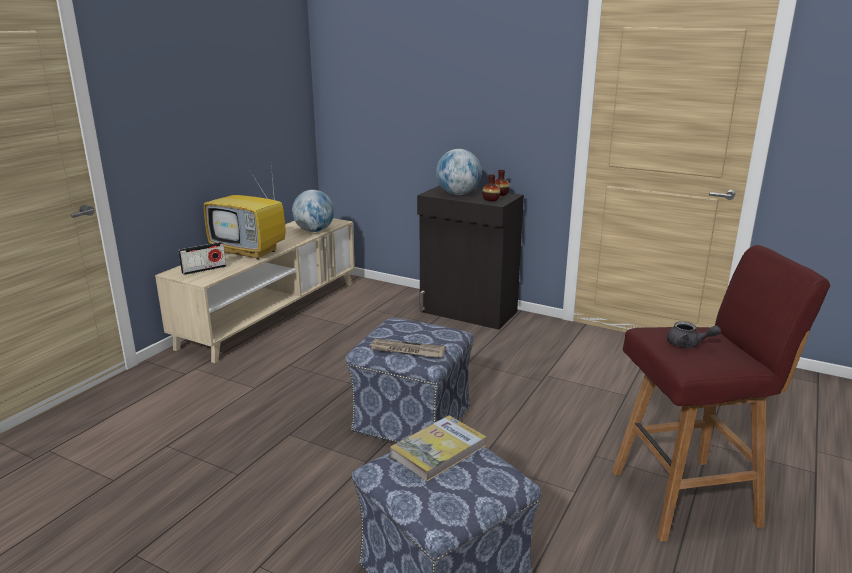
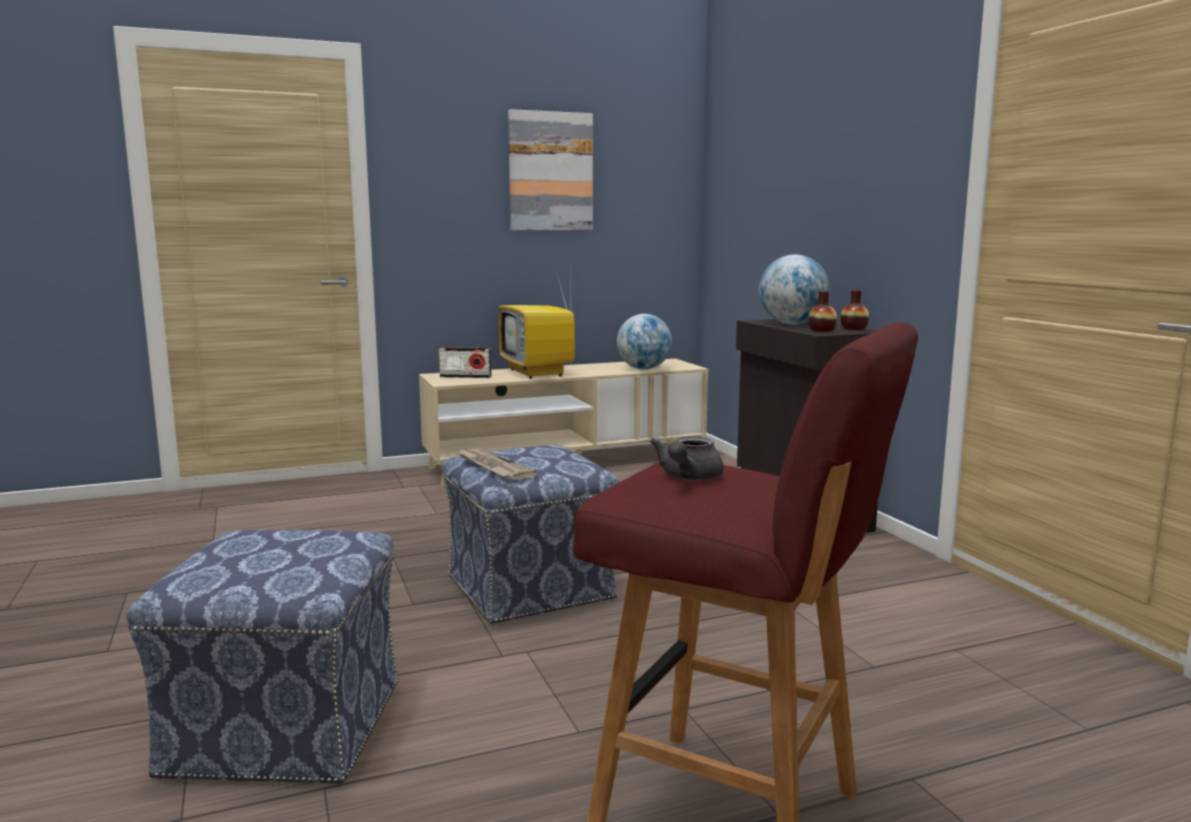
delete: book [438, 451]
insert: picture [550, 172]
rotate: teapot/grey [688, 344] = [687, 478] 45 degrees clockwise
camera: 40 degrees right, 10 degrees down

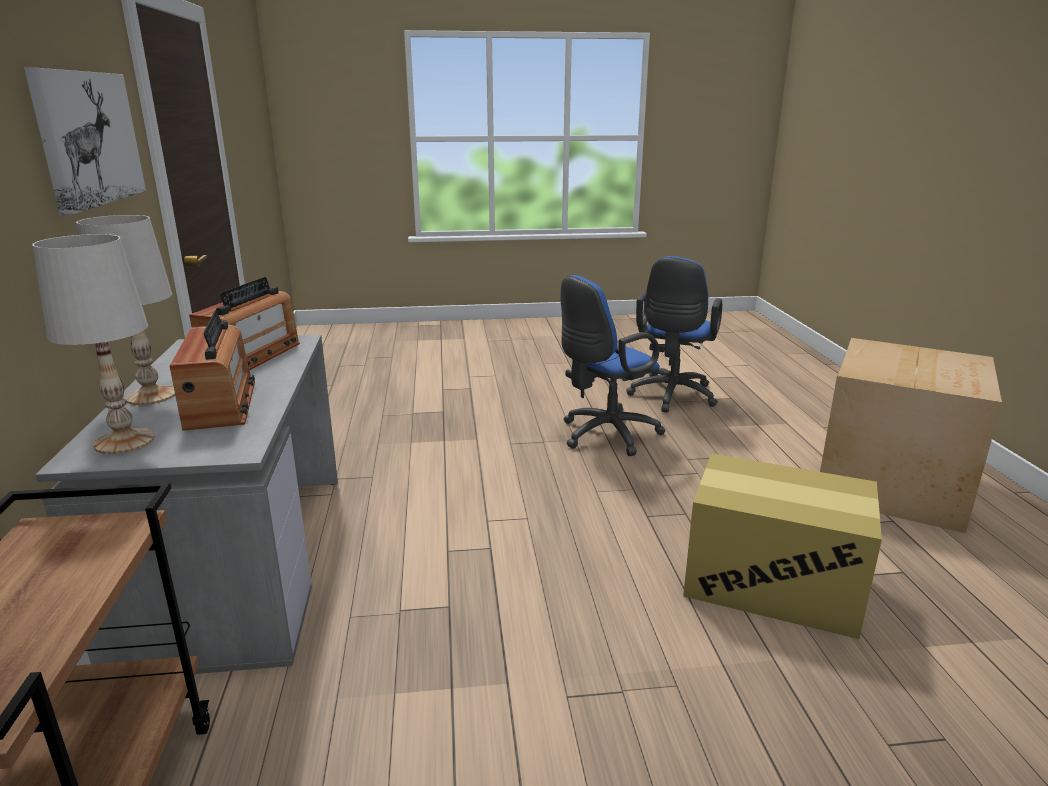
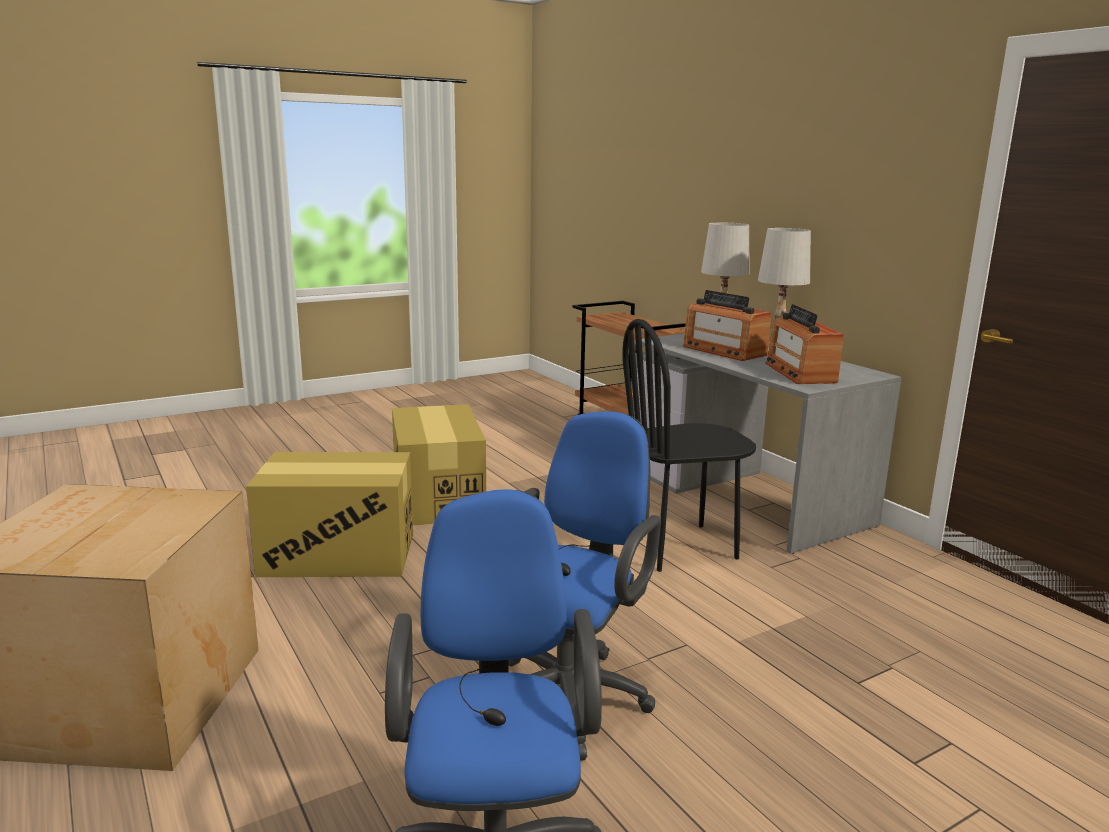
delete: picture [87, 138]
insert: cardboard box [438, 498]; chair/black [680, 546]
camera: 155 degrees right, 5 degrees down

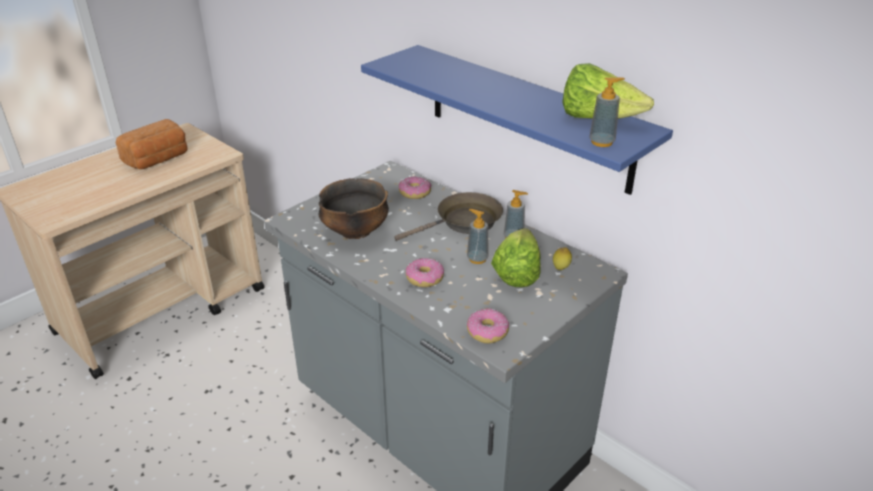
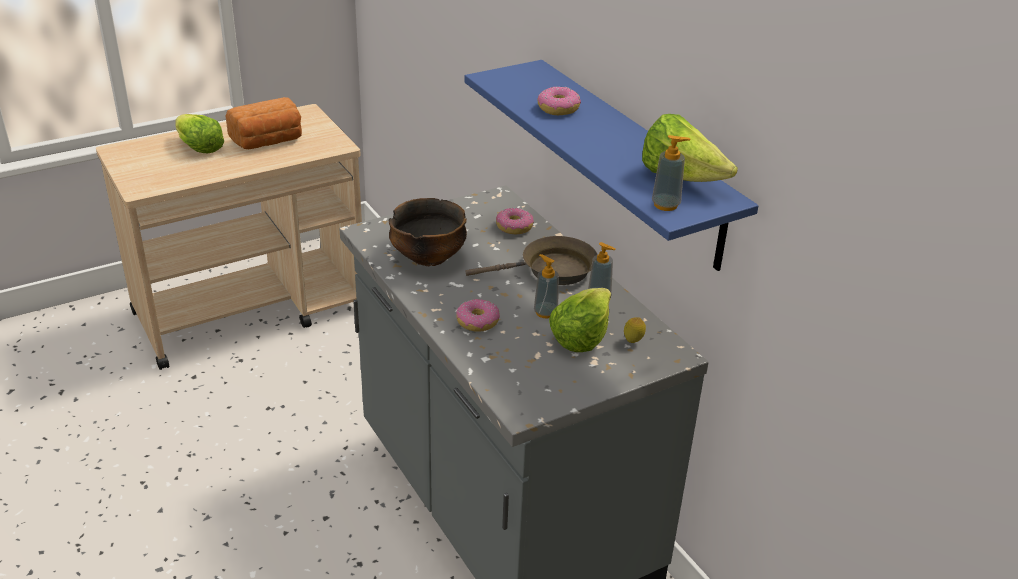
insert: lettuce [199, 147]
move: donut [487, 331] to [558, 108]
camera: 15 degrees right, 0 degrees up

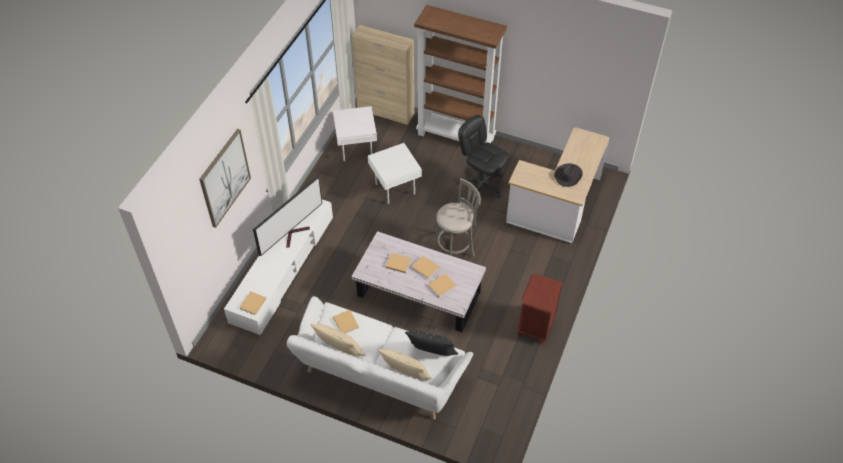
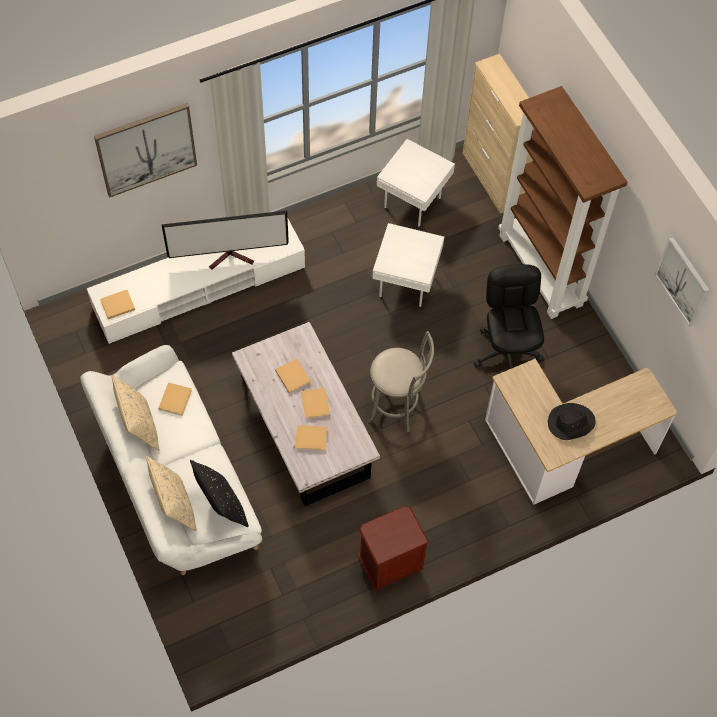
insert: picture [683, 281]
camera: 40 degrees right, 10 degrees up

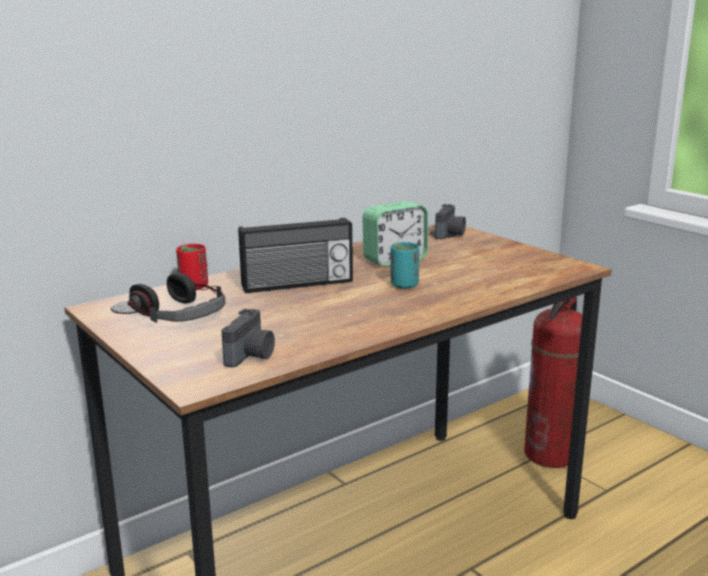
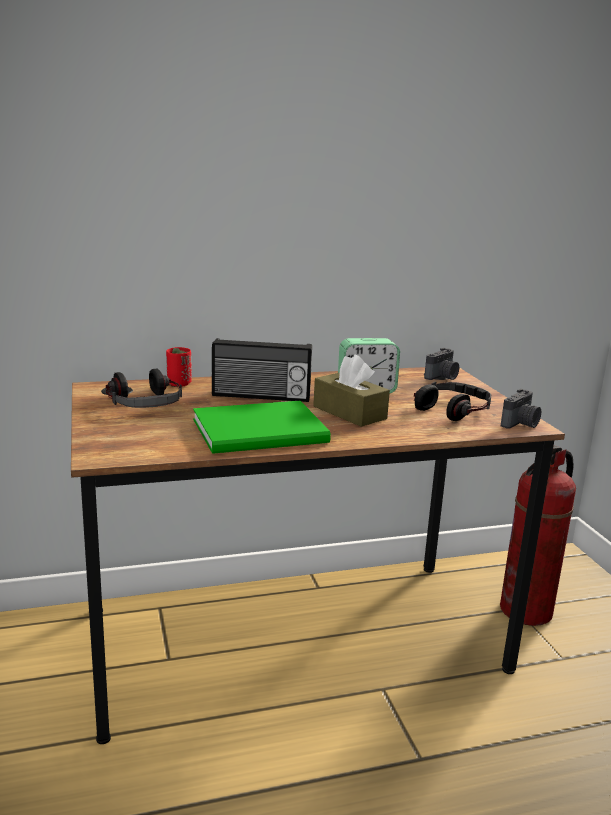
insert: book/green [264, 432]; headphones [451, 409]
move: photo camera [251, 356] to [521, 424]
replace: cup/turquoise [404, 285] to tissue box/brown [349, 412]
camera: 20 degrees right, 0 degrees up

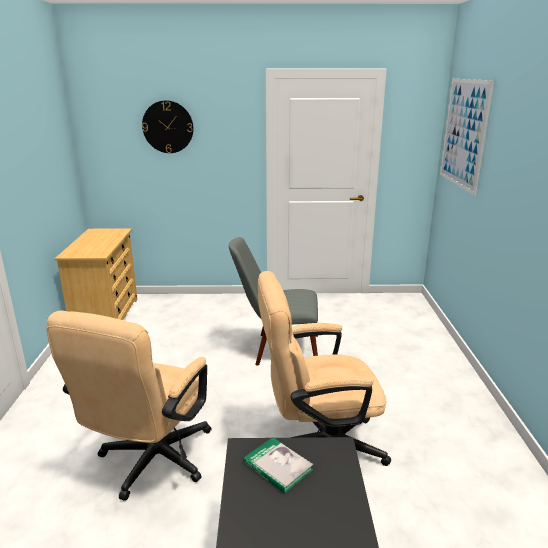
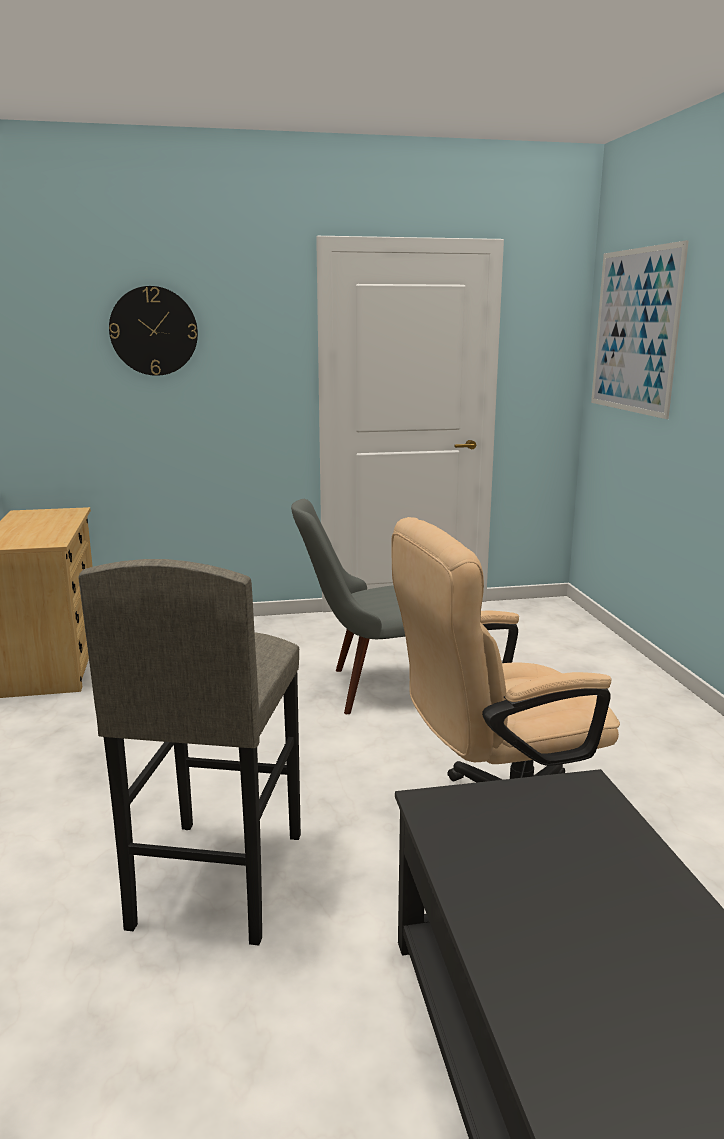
delete: book [278, 466]
replace: office chair/beige [150, 464] to stool/grey [216, 879]
camera: 10 degrees left, 5 degrees down

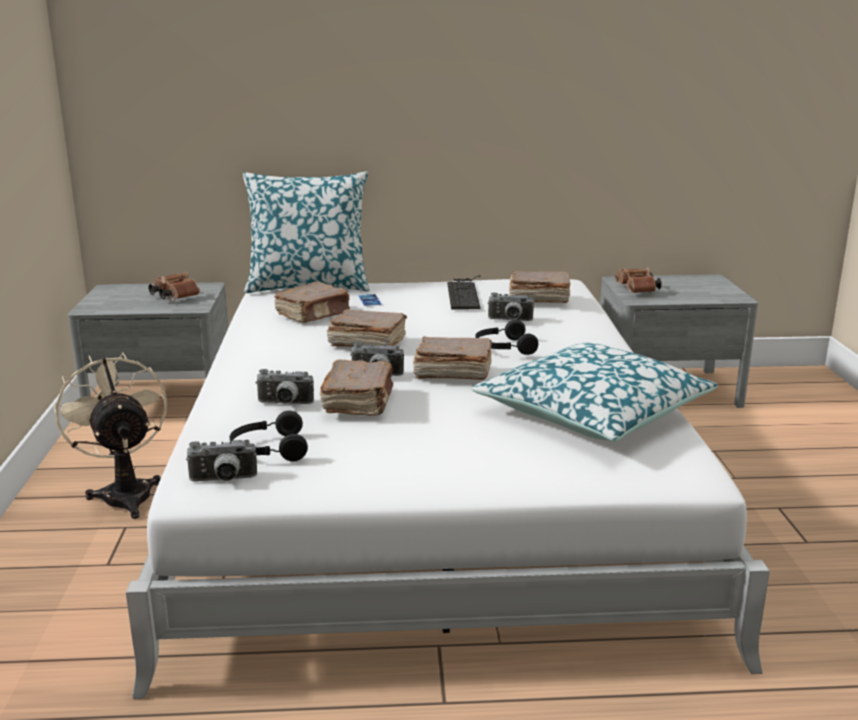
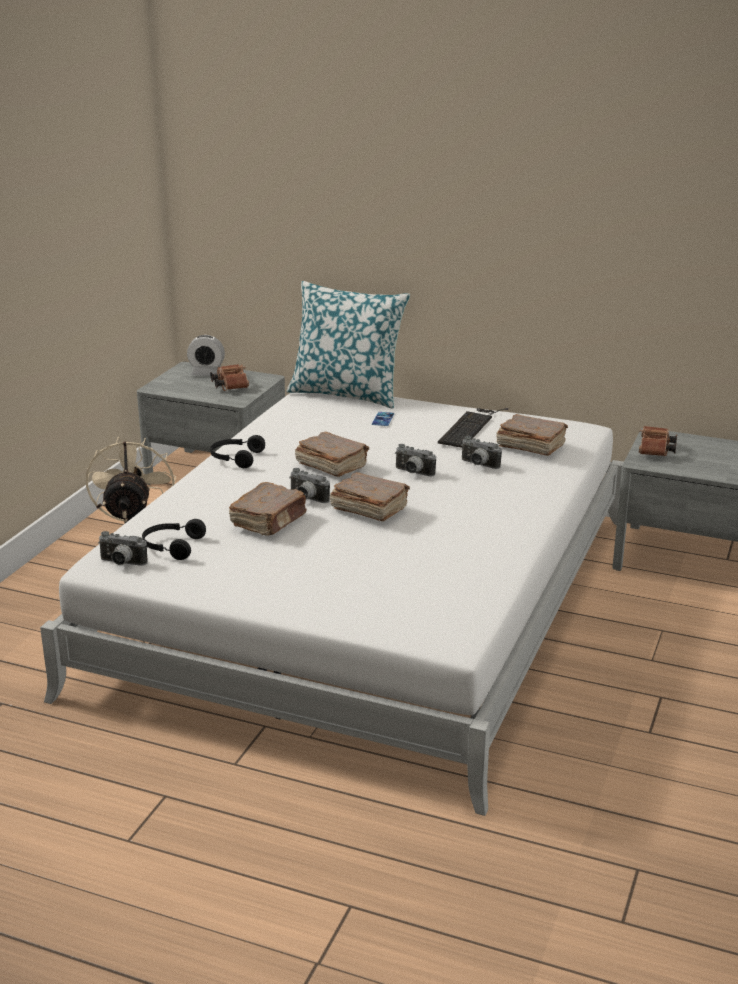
delete: book/brown [314, 314]; pillow [592, 413]
insert: alarm clock [207, 374]
move: photo camera [284, 404] to [413, 473]; headphones/black [503, 348] to [235, 458]
camera: 25 degrees right, 5 degrees up

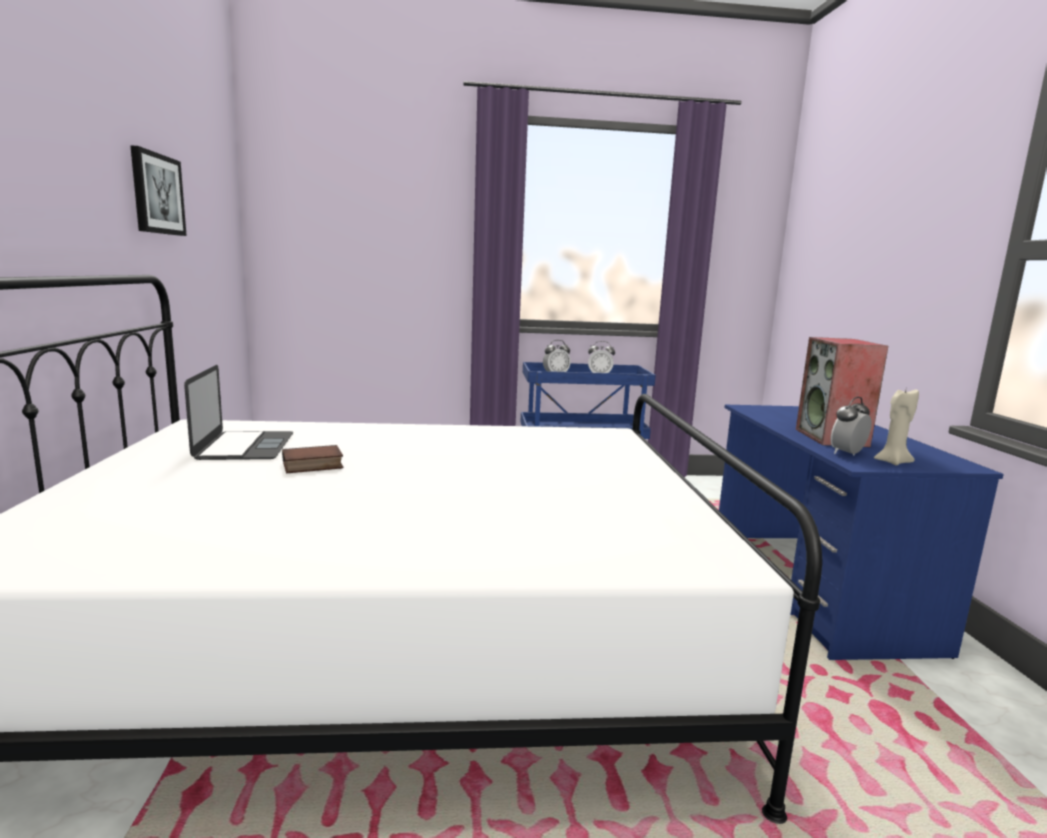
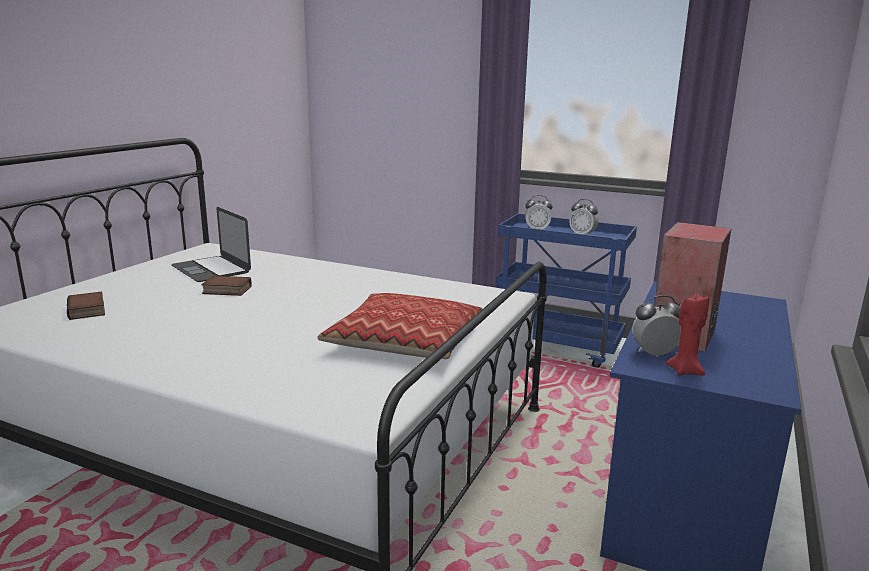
delete: picture [157, 194]
insert: book [88, 310]; pillow [404, 341]
recolor: candle/beige [892, 462] to candle/red [685, 371]
rotate: laptop [245, 446] = [211, 269] 120 degrees clockwise
camera: 30 degrees right, 5 degrees up

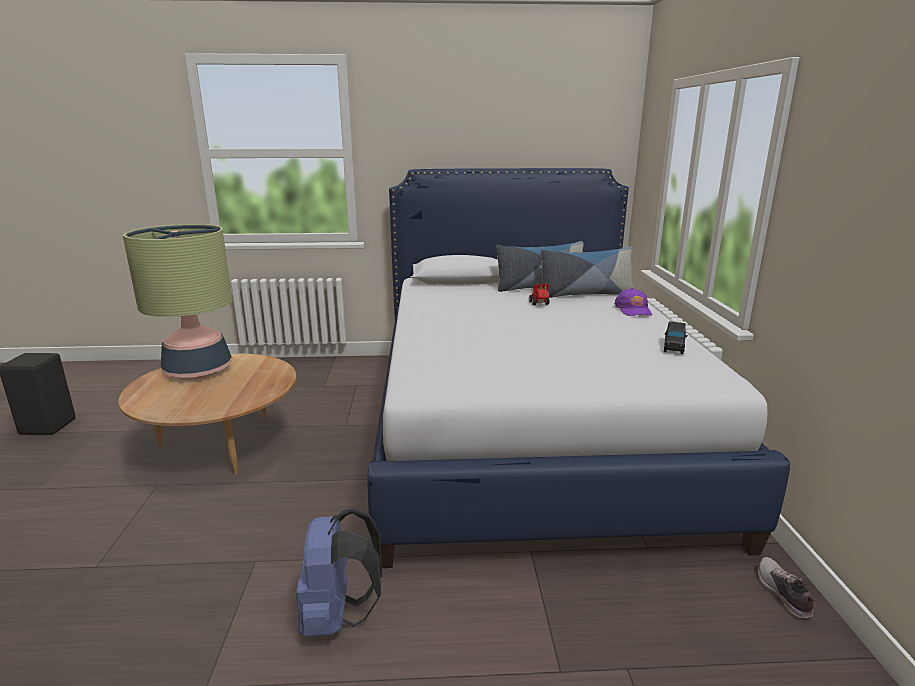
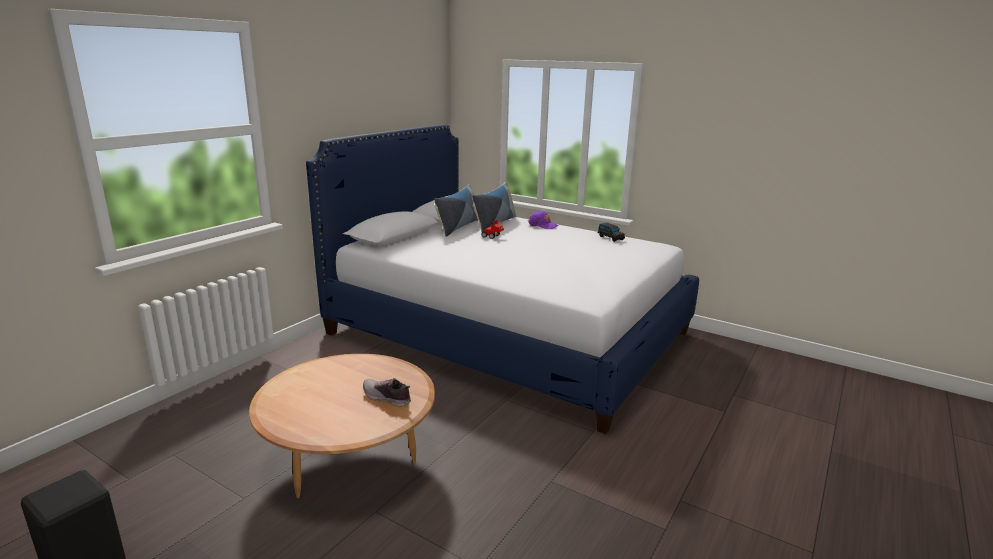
delete: table lamp [198, 370]; backpack/blue [338, 616]
move: shoe [782, 594] to [386, 398]
camera: 55 degrees left, 0 degrees up

